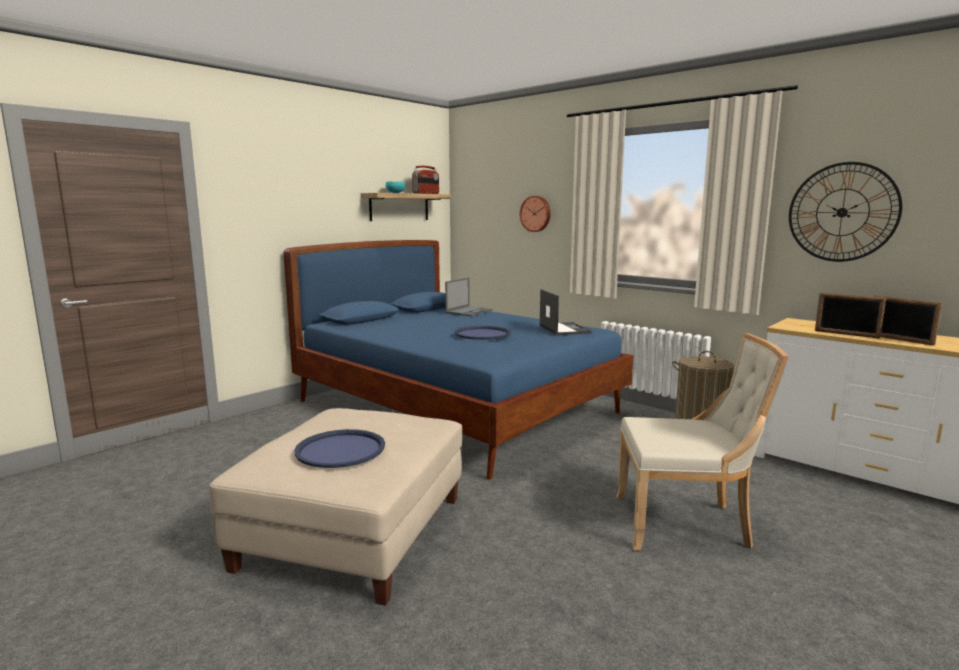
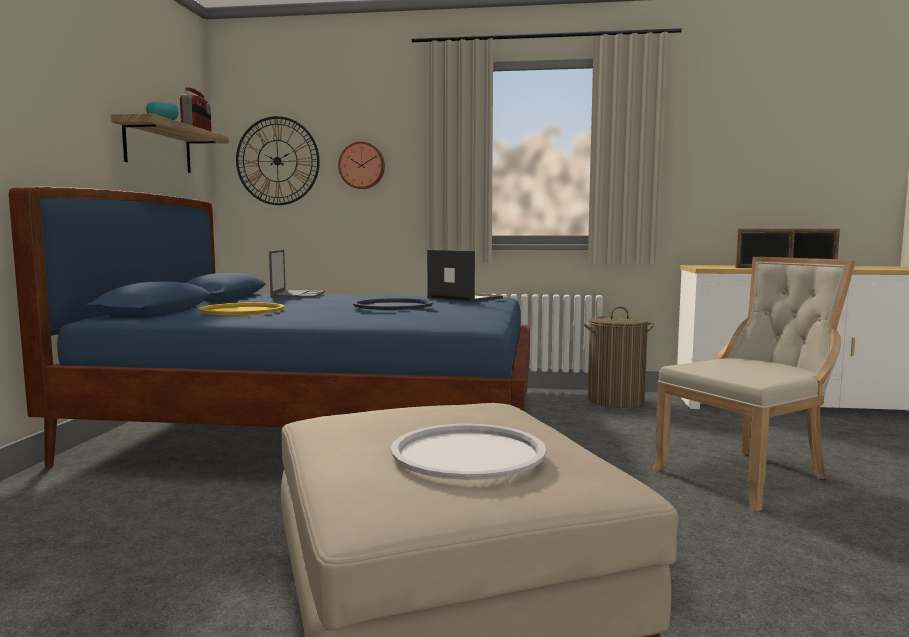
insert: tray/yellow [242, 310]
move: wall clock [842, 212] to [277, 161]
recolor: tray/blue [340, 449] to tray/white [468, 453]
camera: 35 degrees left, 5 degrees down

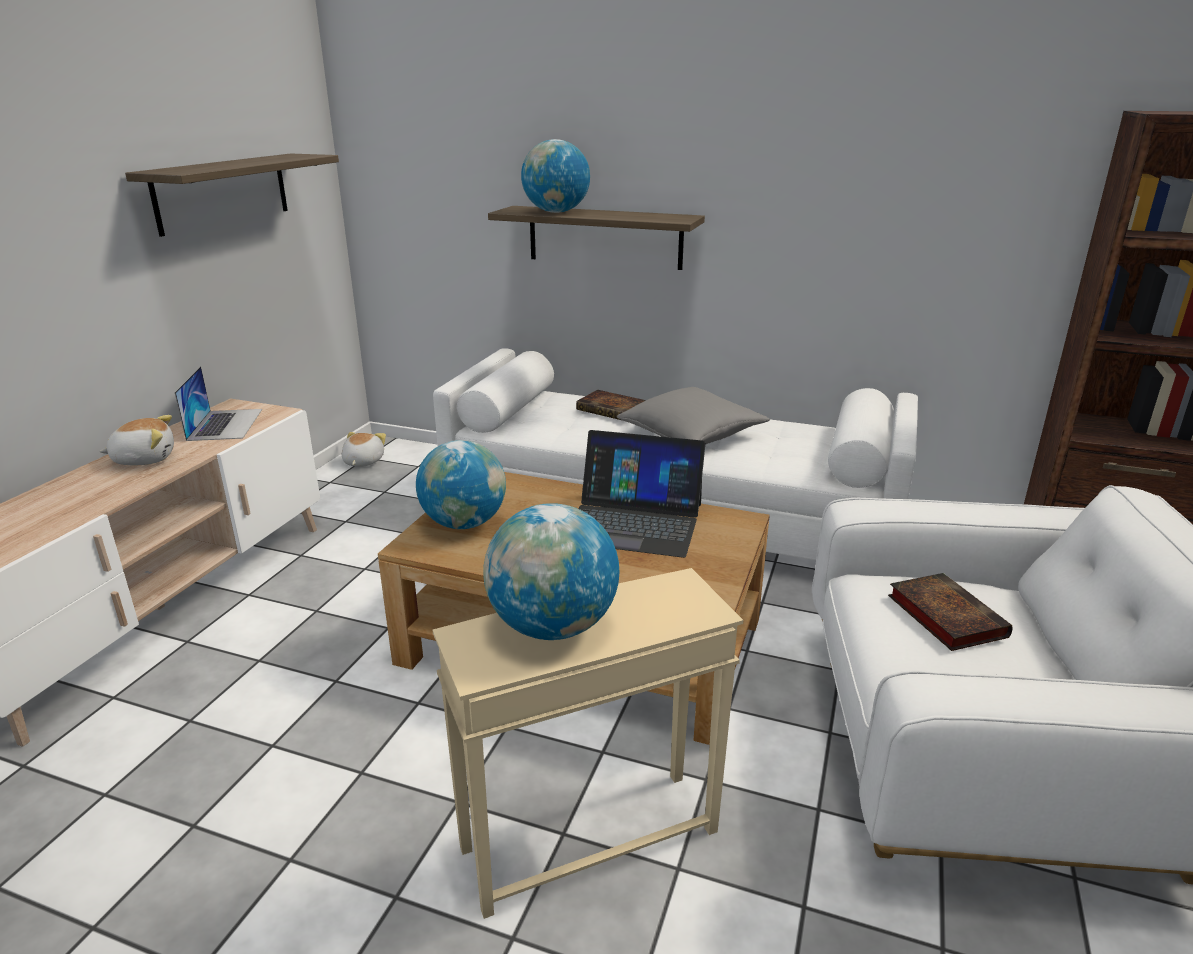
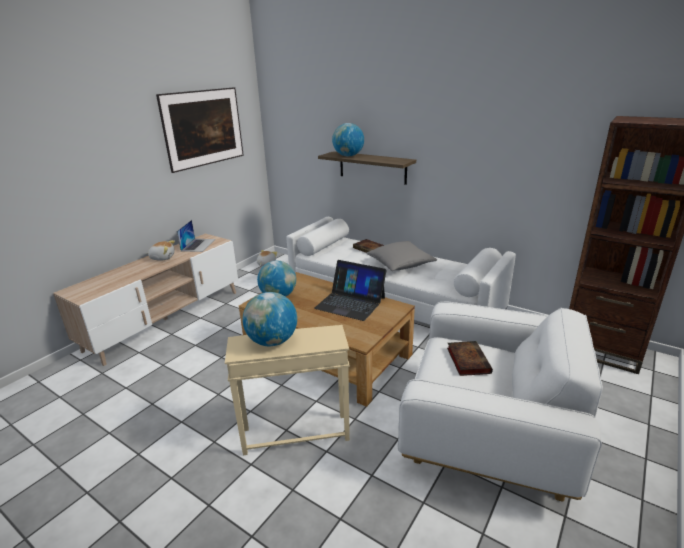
replace: shelf [222, 192] to picture [206, 146]
camera: 15 degrees right, 0 degrees up

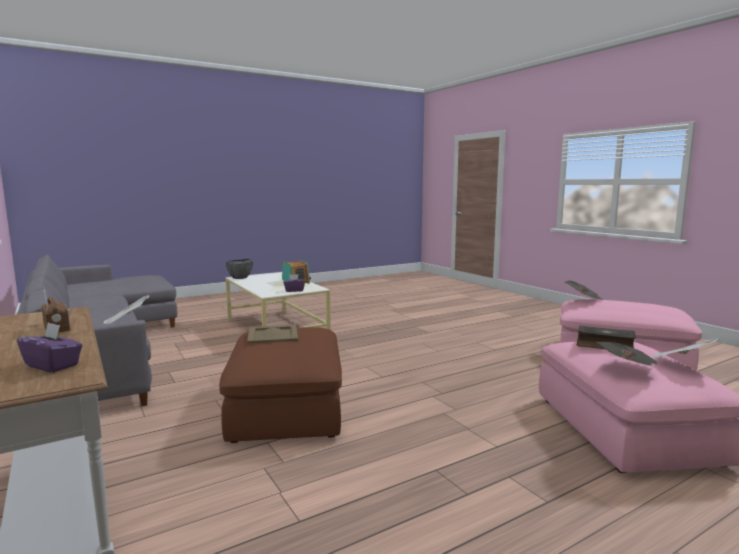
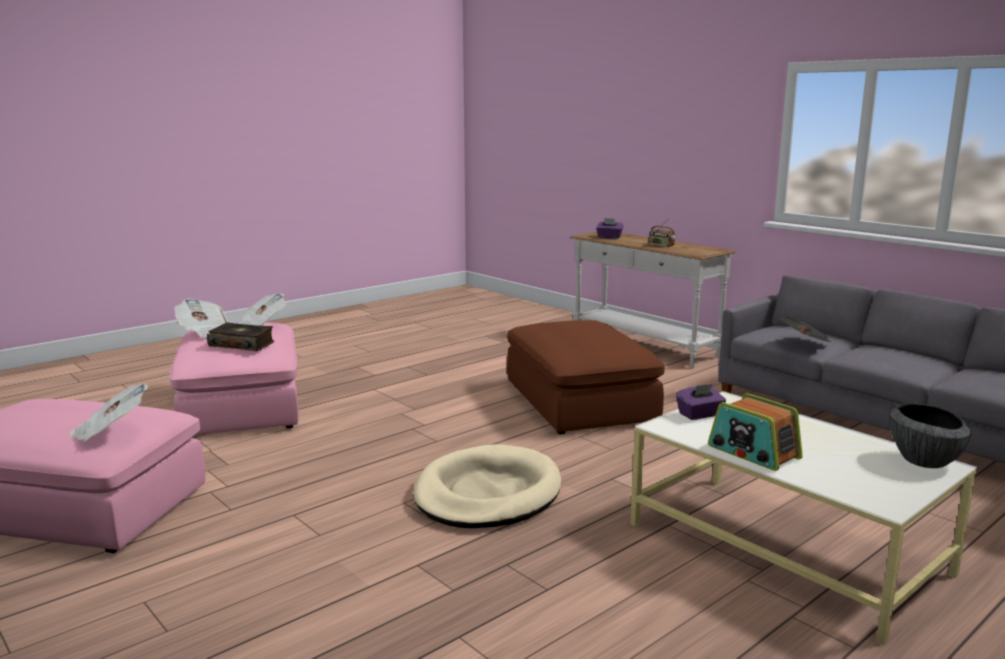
delete: tray/beige [273, 335]
insert: dog bed/beige [487, 493]
camera: 170 degrees right, 5 degrees up

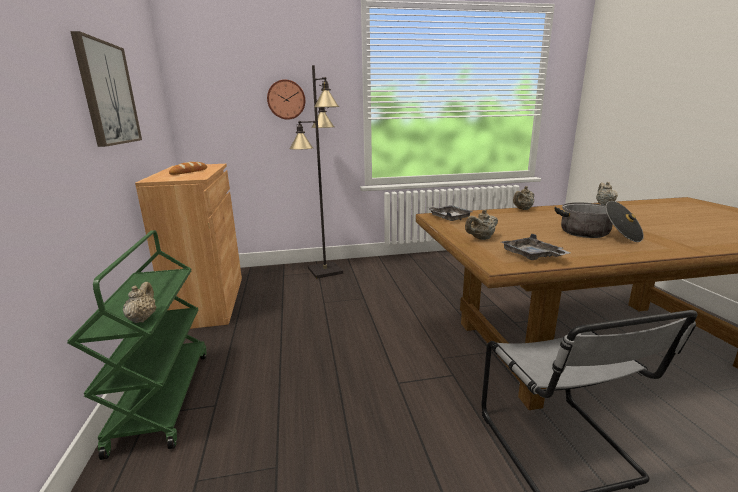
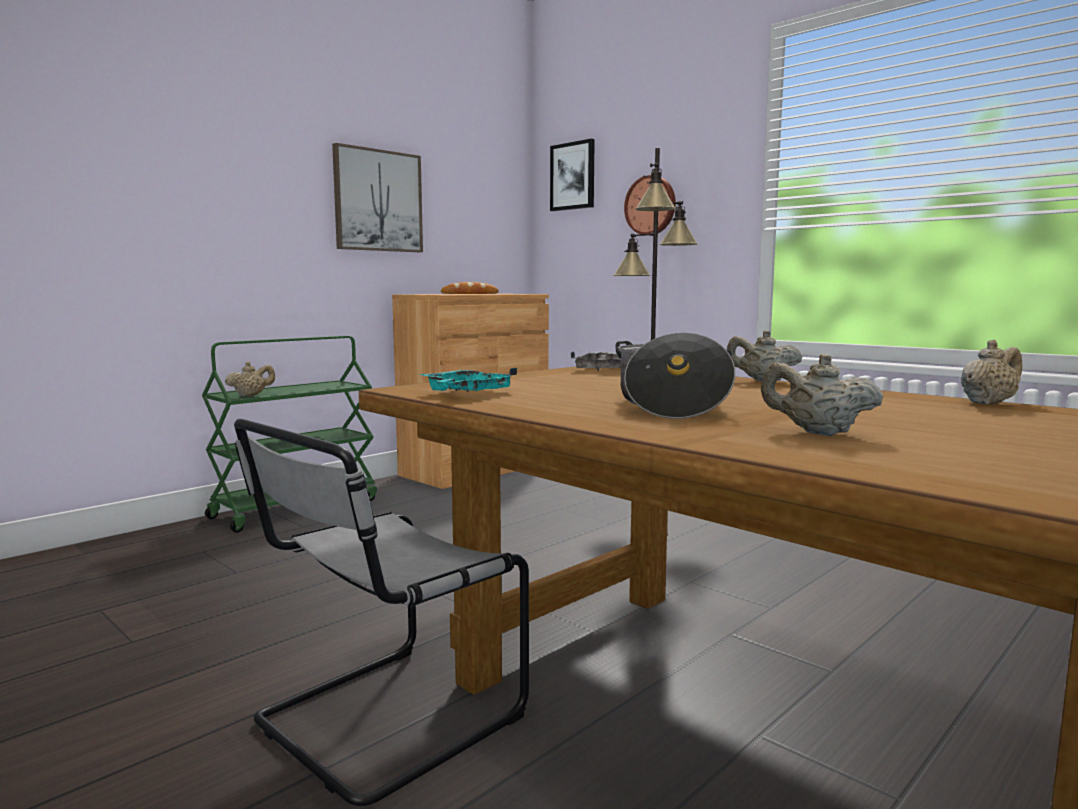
insert: picture [573, 176]
move: teapot/beige [481, 239] to [817, 433]
recolor: tray/grey [532, 256] to tray/turquoise [466, 393]
camera: 55 degrees right, 10 degrees down

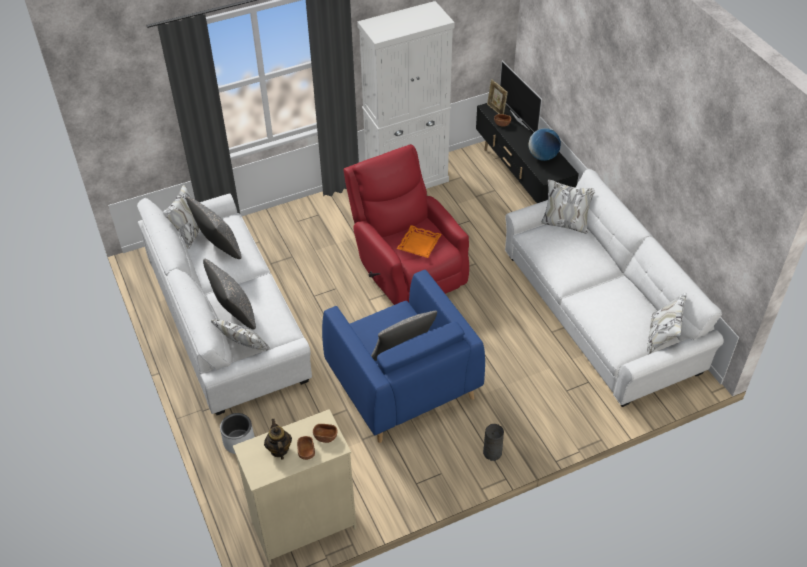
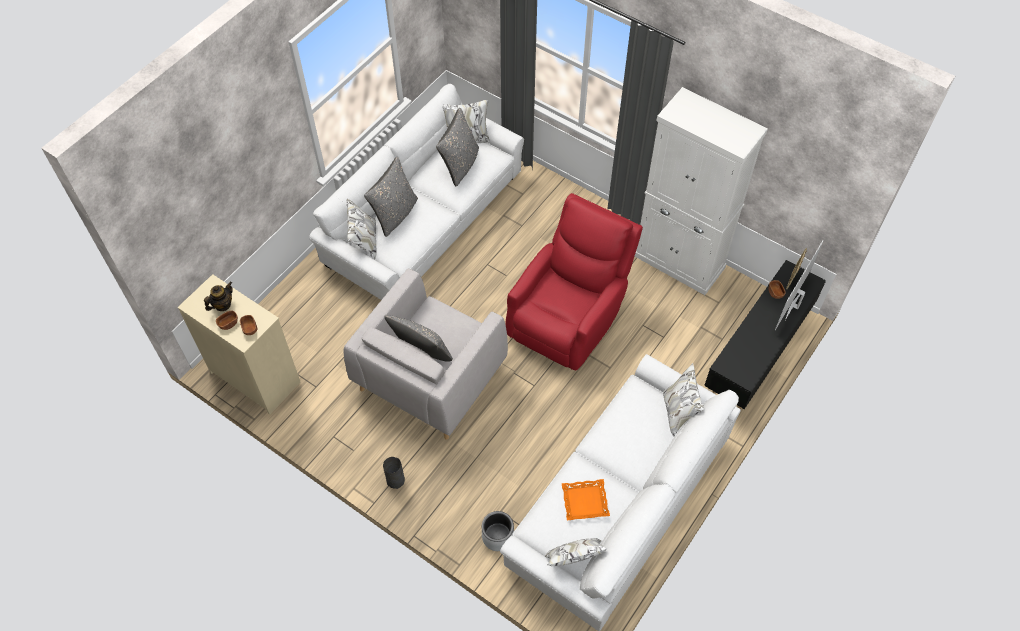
delete: globe [543, 156]
move: planter/grey [239, 441] to [497, 536]; tray/orange [419, 244] to [585, 502]
recolor: armchair/blue [403, 384] to armchair/grey [430, 377]
camera: 60 degrees right, 10 degrees up

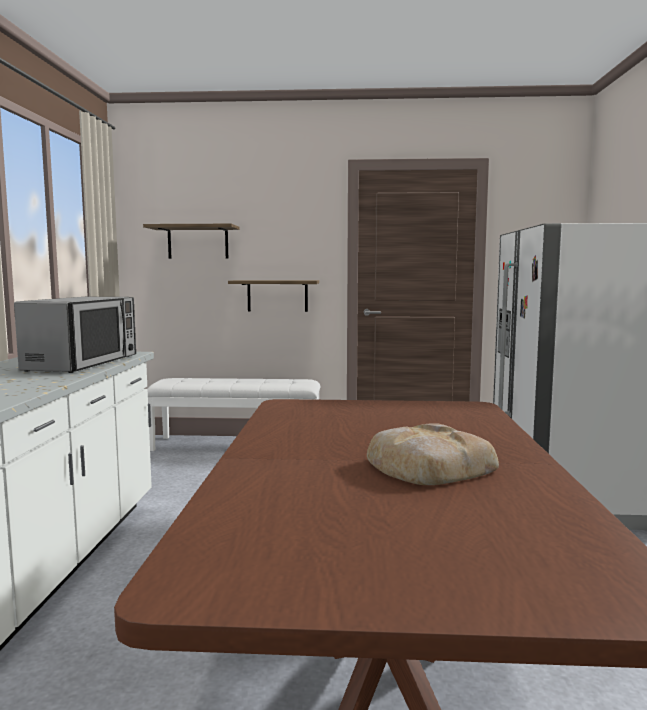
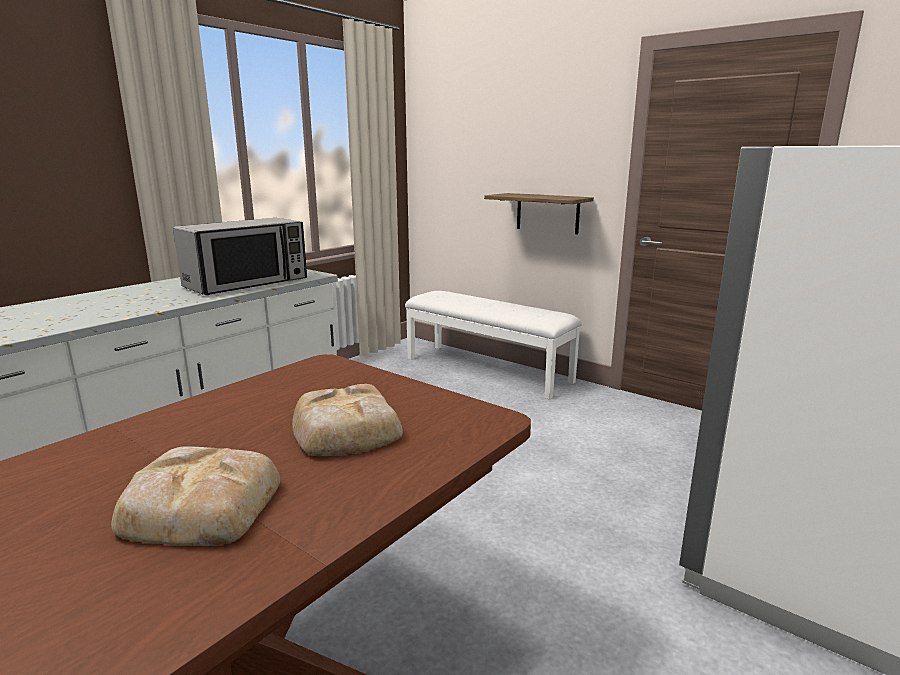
delete: shelf [198, 242]
insert: bread [345, 430]
camera: 35 degrees right, 10 degrees up

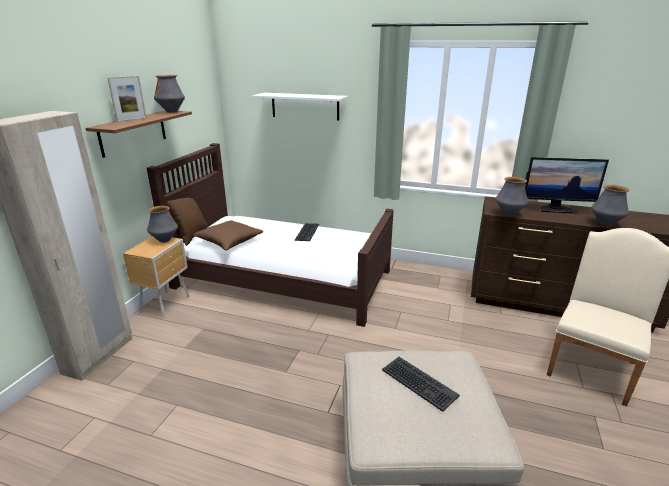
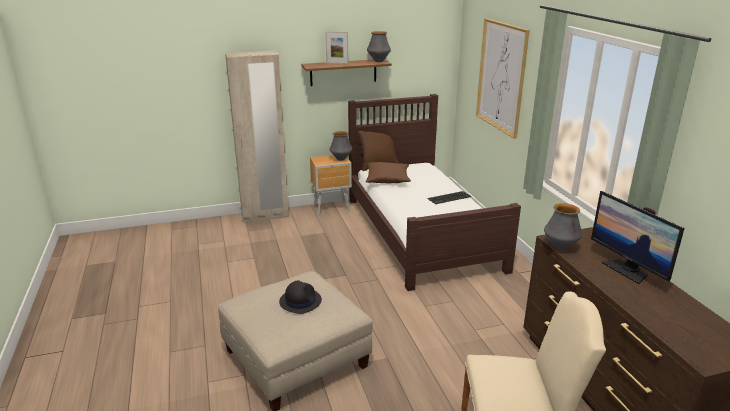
delete: vase [605, 224]
replace: shelf/white [305, 106] to picture [501, 76]; keyboard [418, 383] to hat/black [300, 301]
camera: 55 degrees right, 0 degrees up

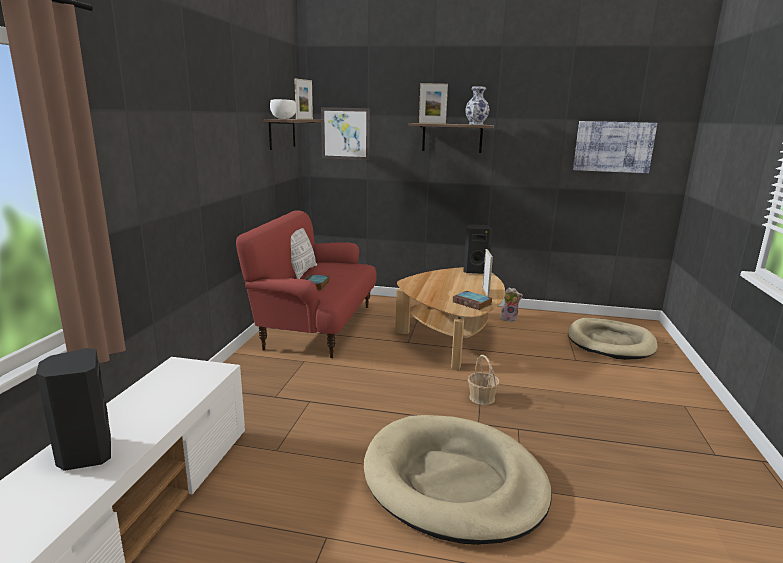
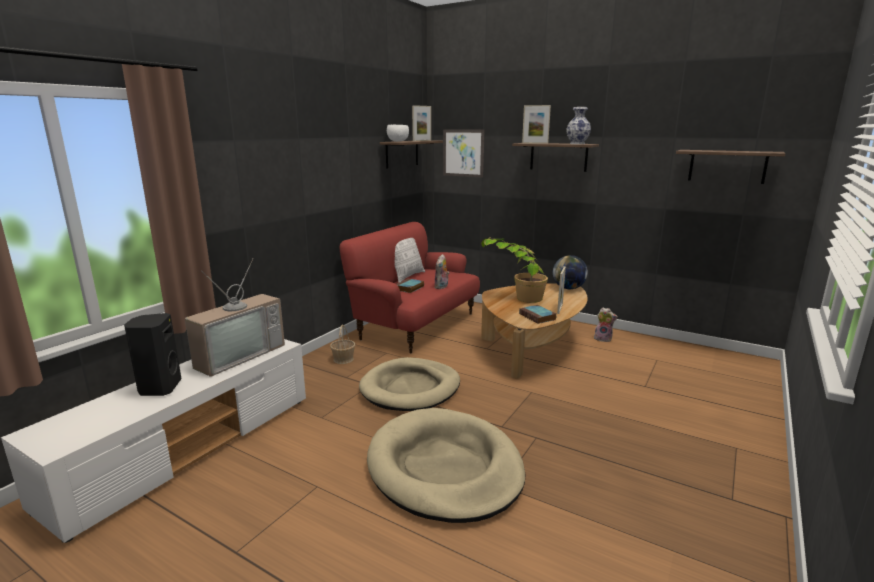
insert: television [237, 354]; plush toy [442, 287]; potted plant [516, 297]
move: basket [482, 398] to [343, 359]; dog bed/beige [610, 342] to [411, 388]
replace: speaker/black [475, 271] to globe [568, 288]; picture [613, 147] to shelf [727, 166]
camera: 20 degrees right, 0 degrees up

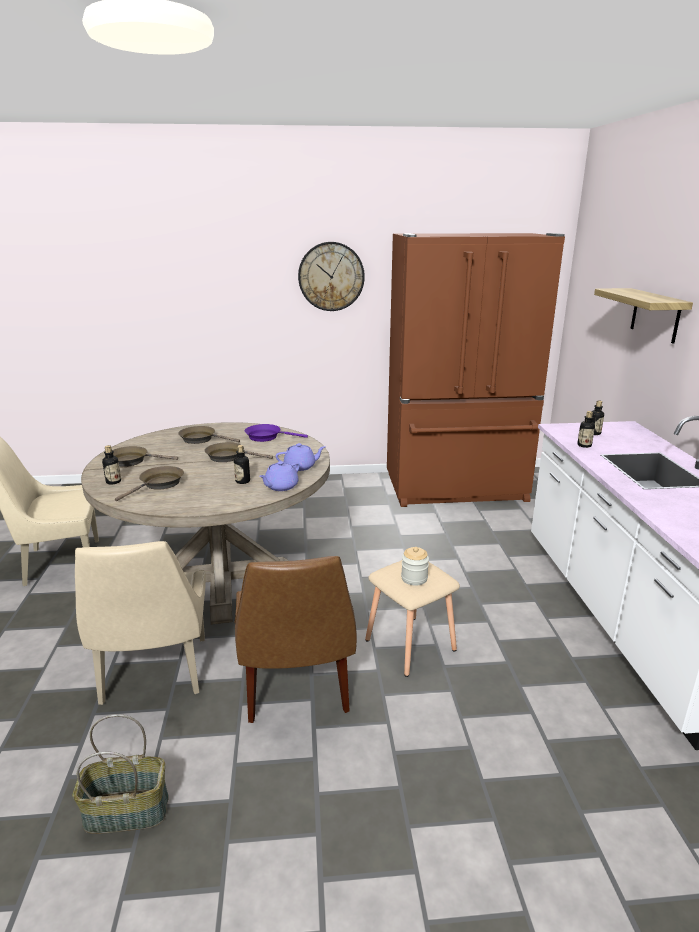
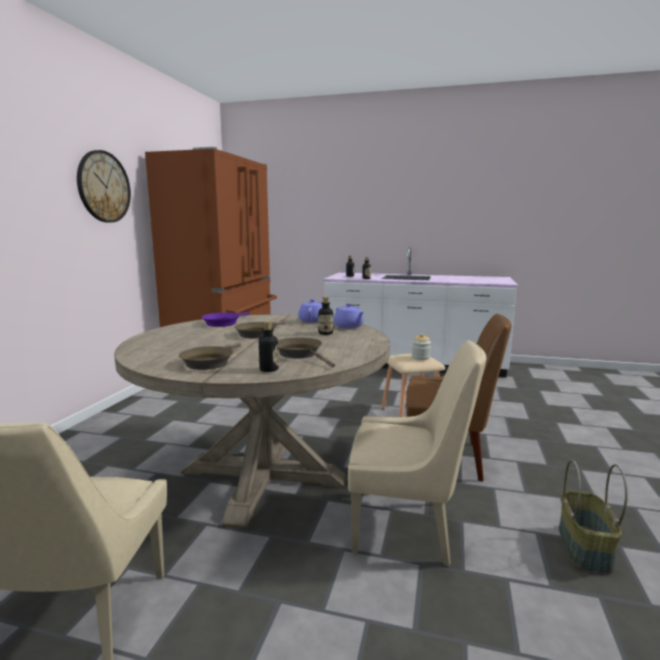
delete: frying pan/brown [201, 439]; shelf [655, 315]
camera: 70 degrees left, 10 degrees down

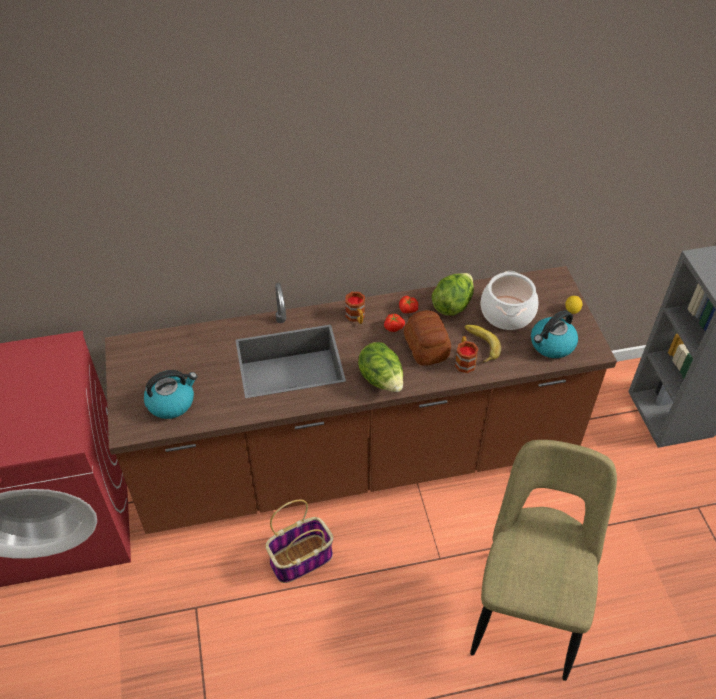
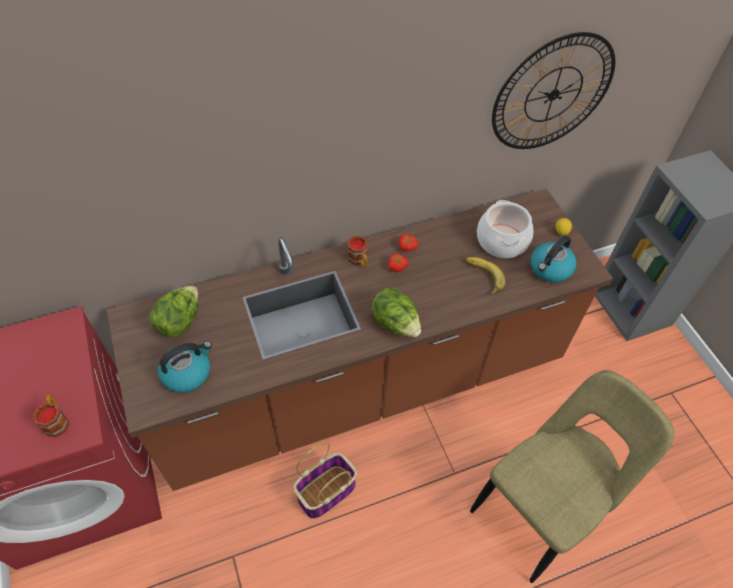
delete: bread [426, 347]
insert: wall clock [553, 94]
move: lettuce [452, 304] to [180, 321]; mug [464, 361] to [56, 420]
rotate: chair/beige [528, 606] = [542, 509] 45 degrees clockwise
camera: 10 degrees left, 5 degrees up

